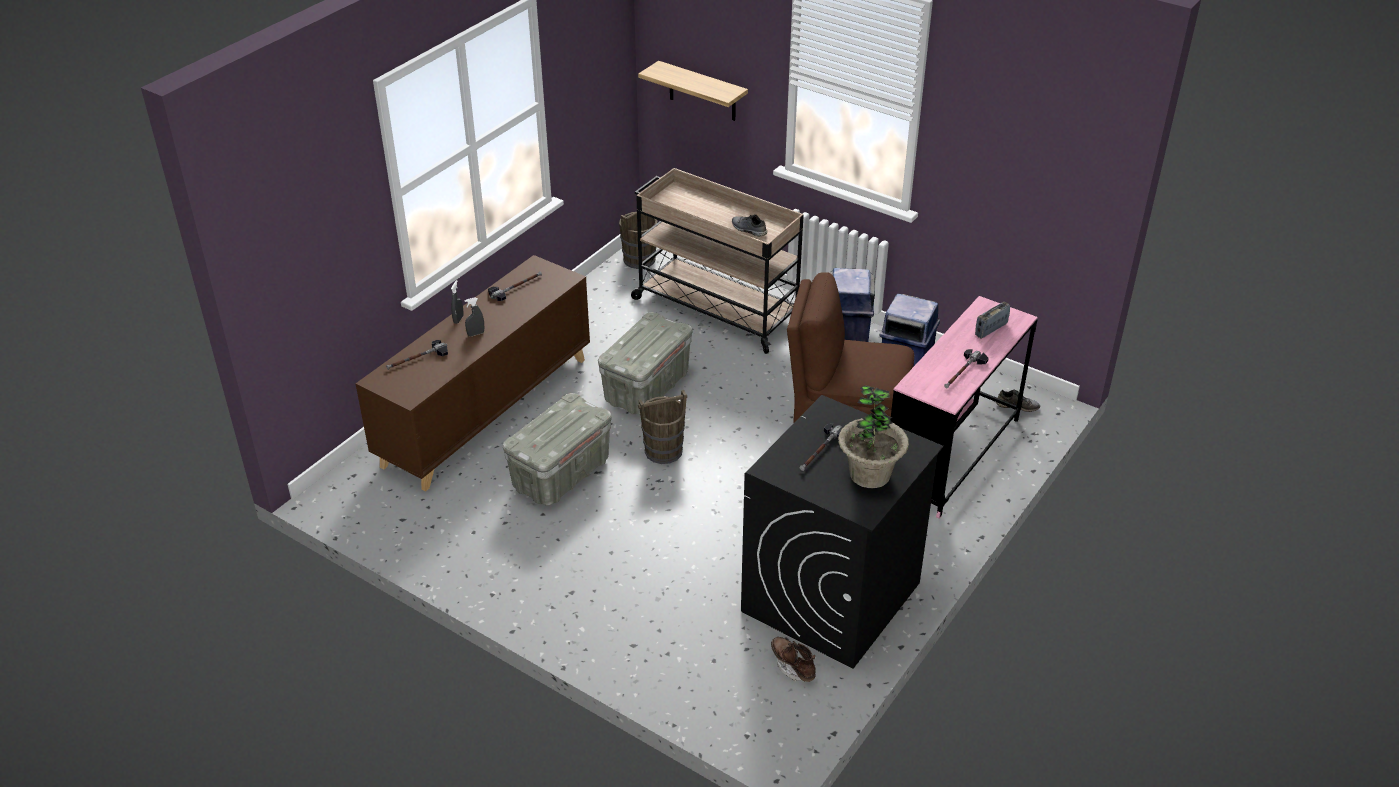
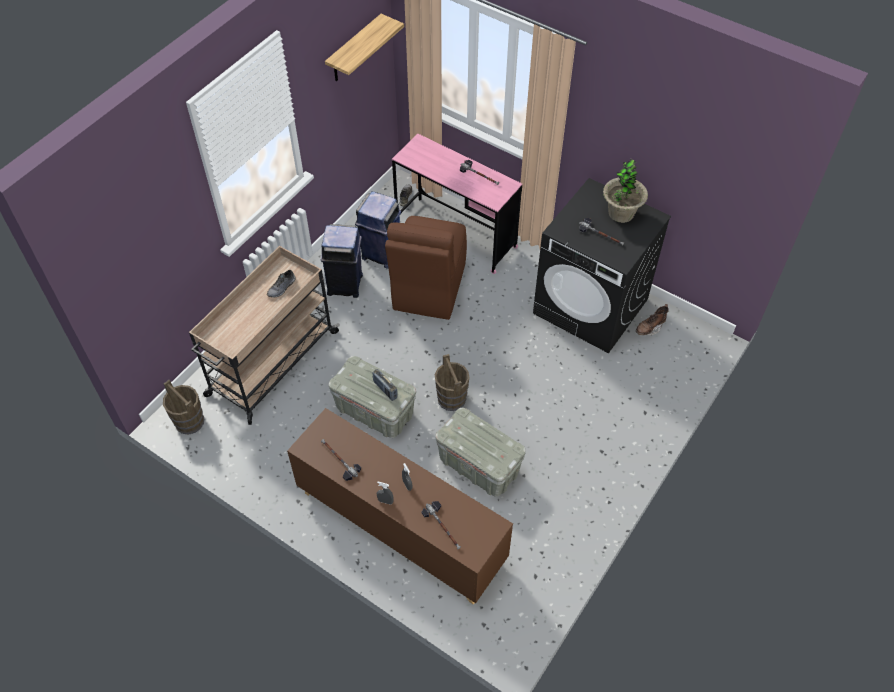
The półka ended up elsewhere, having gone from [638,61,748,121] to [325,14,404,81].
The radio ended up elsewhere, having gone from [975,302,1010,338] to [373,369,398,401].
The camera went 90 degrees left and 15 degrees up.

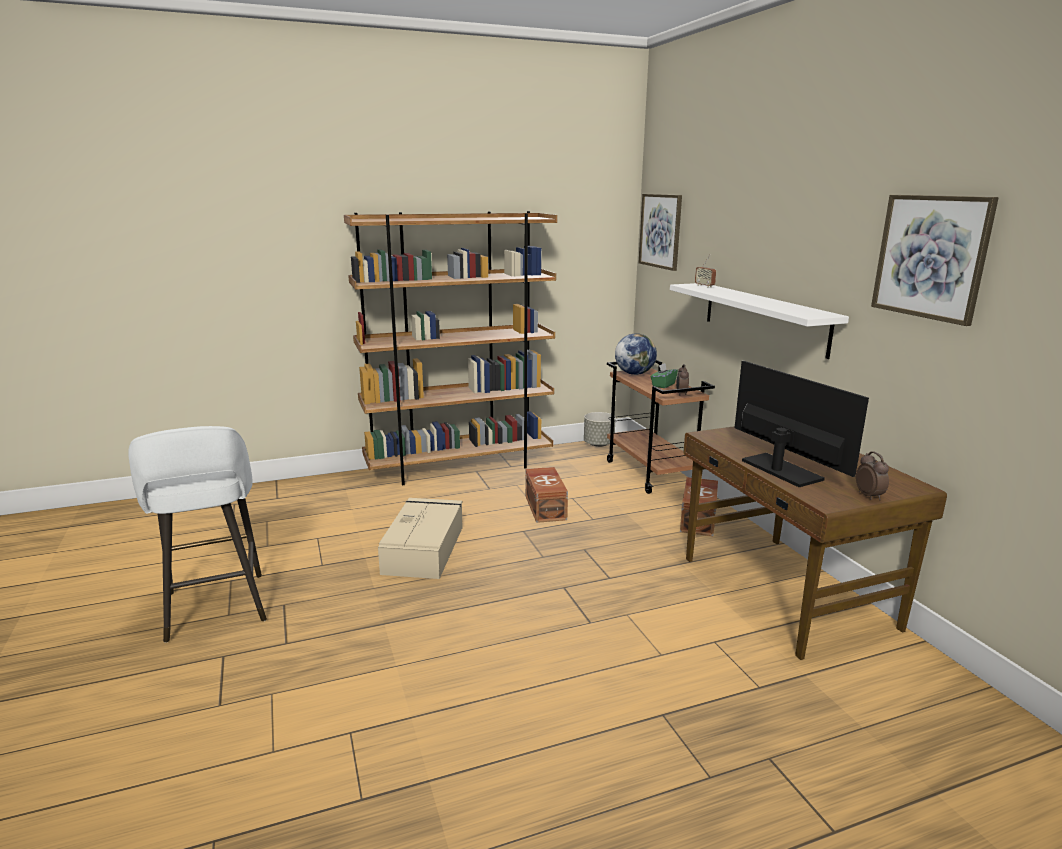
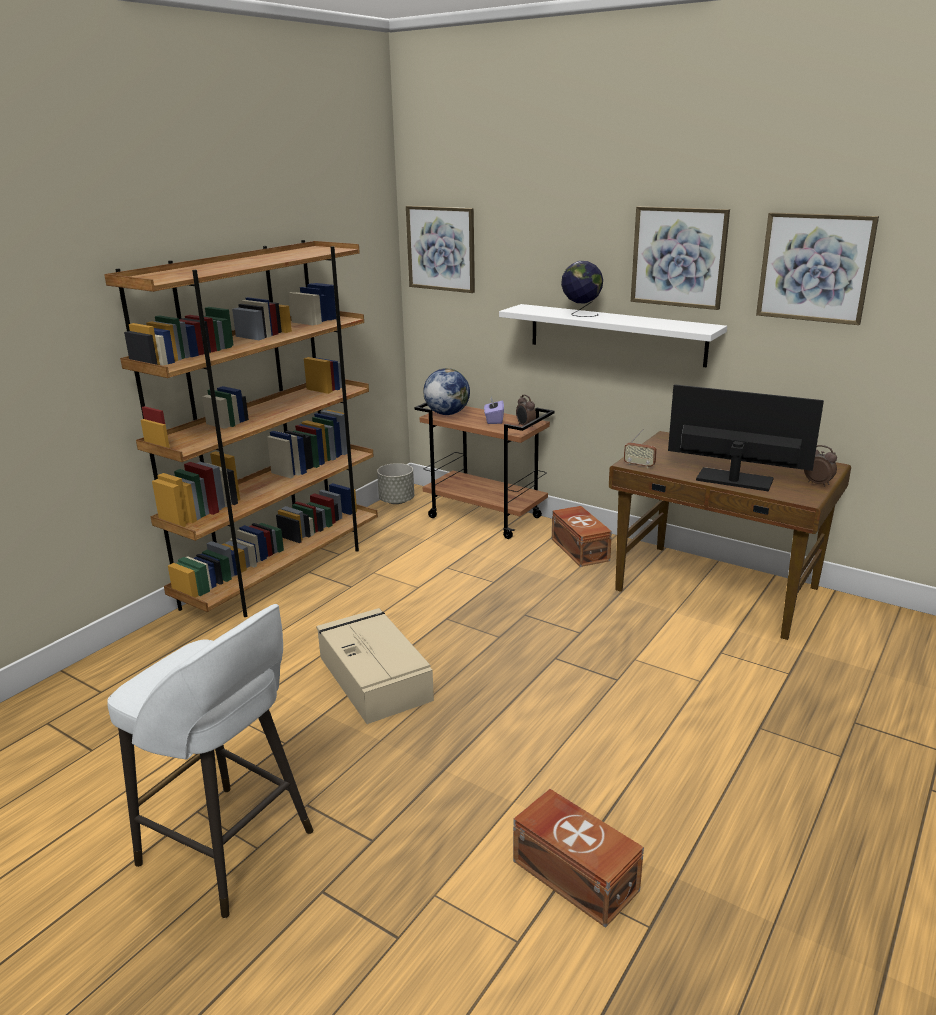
What was the pudełko chusteczek (zielony) at [650,363,678,388] turned into the pudełko chusteczek (fioletowy) at [484,396,504,424].
The pojemnik do przechowywania (brązowy) ended up elsewhere, having gone from [525,467,568,523] to [513,789,644,928].
The second view gained the globus at [561,261,603,317].
The radio ended up elsewhere, having gone from [695,254,716,288] to [624,428,657,468].
The second view gained the obraz at [631,206,730,310].
The camera went 35 degrees left and 5 degrees up.

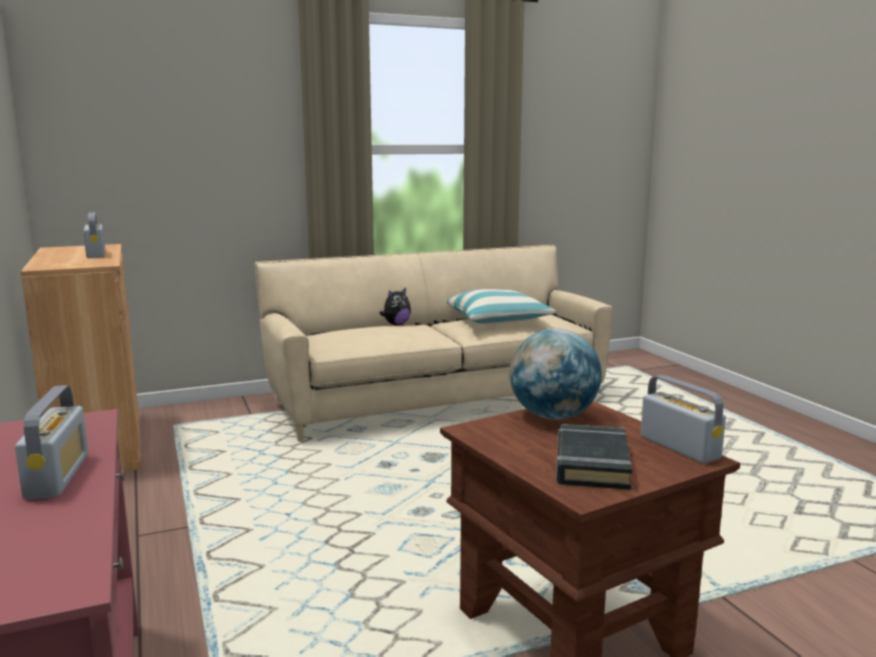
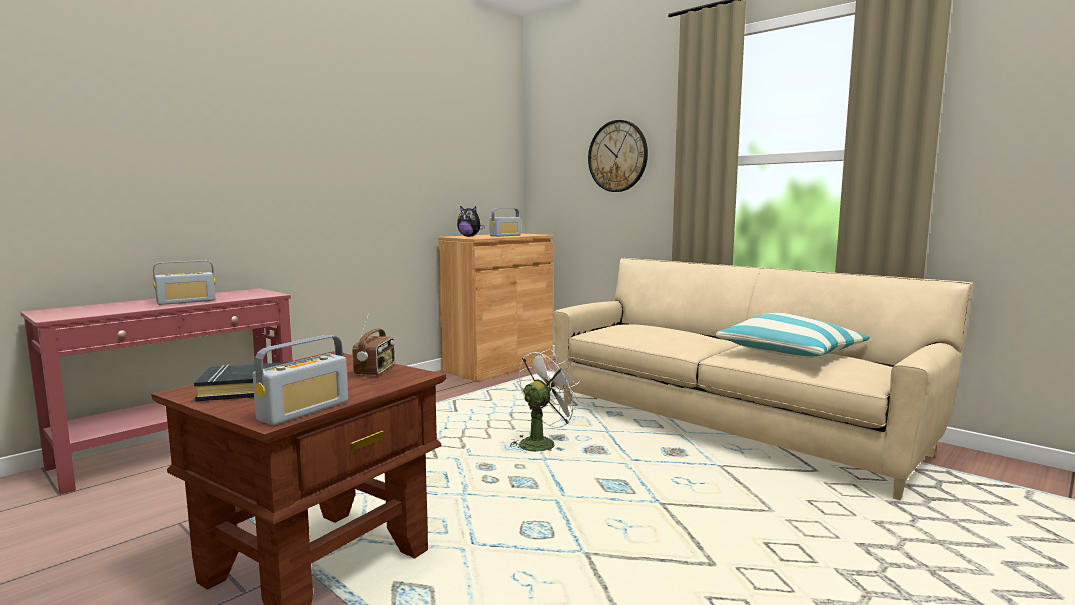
Where the globus stood at [510,329,602,420], the radio came to stand at [352,313,395,376].
The pluszak ended up elsewhere, having gone from [380,288,411,325] to [457,206,485,237].
The second view gained the wentylator (biały) at [510,349,583,452].
The second view gained the zegar ścienny at [588,120,648,192].
The camera went 65 degrees right and 5 degrees down.

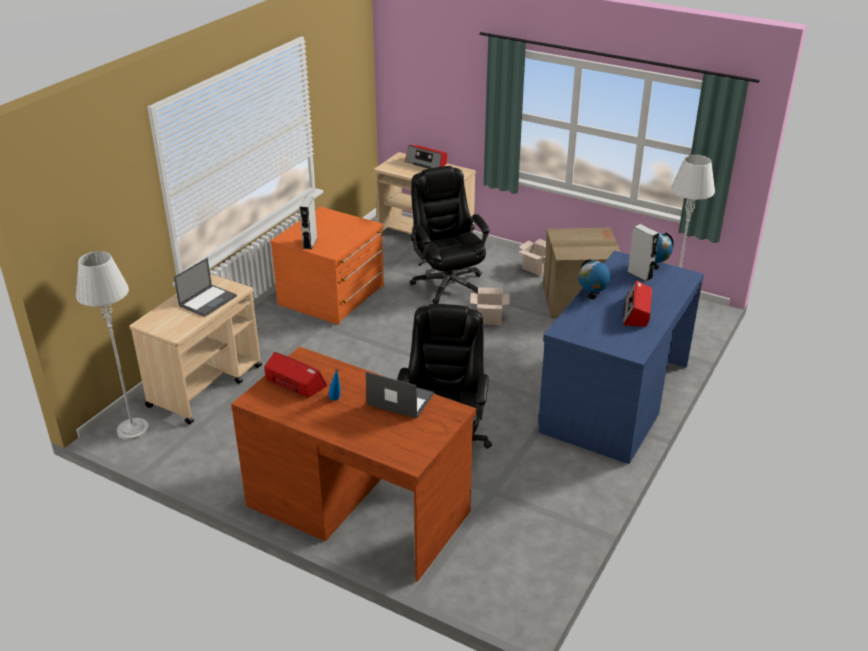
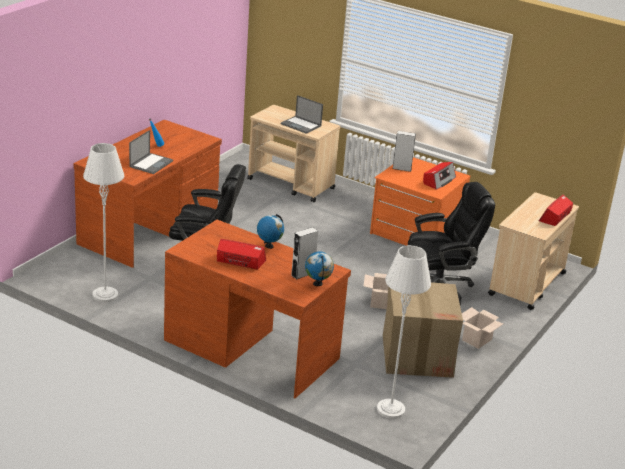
The lampa stojąca (szary) ended up elsewhere, having gone from [75,251,149,440] to [83,143,124,302].
What was the biurko (niebieski) at [538,251,704,464] turned into the biurko (brązowy) at [164,220,351,398].
The radio ended up elsewhere, having gone from [264,352,327,398] to [423,162,456,190].
The camera went 90 degrees right and 5 degrees down.

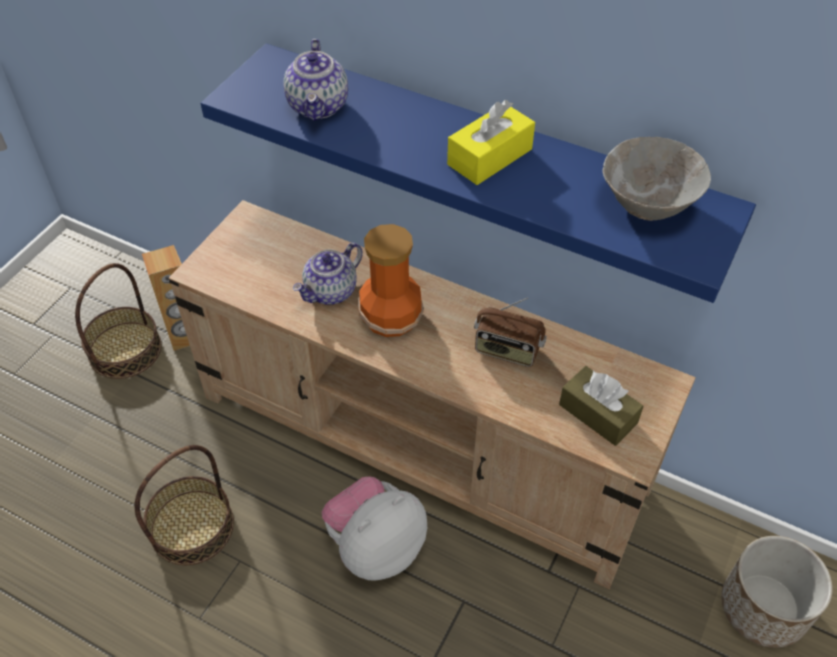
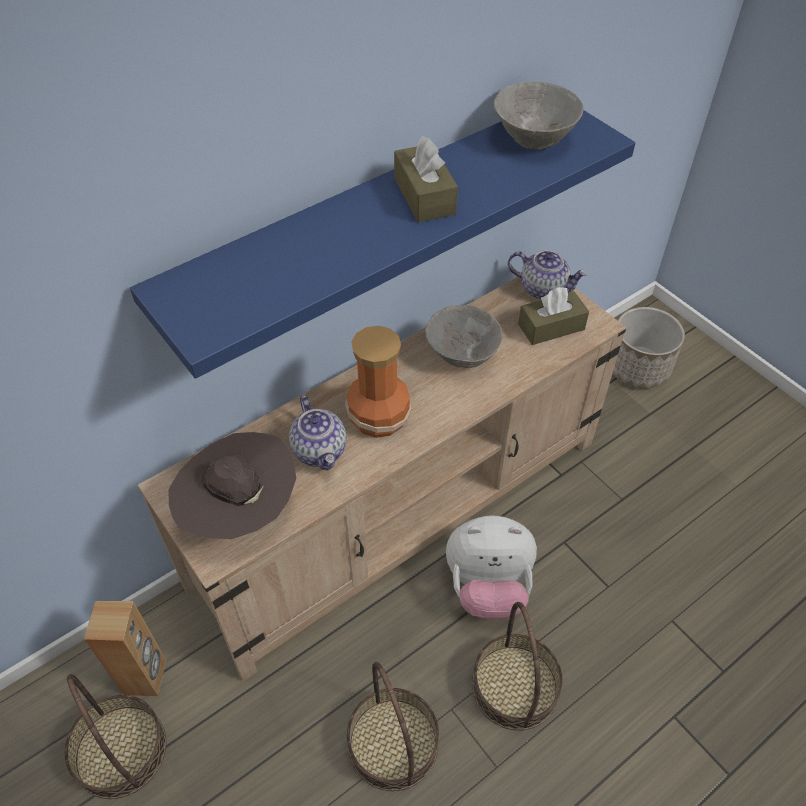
The second view gained the kapelusz (brązowy) at [169,432,297,539].
What was the pudełko chusteczek (żółty) at [447,100,535,185] turned into the pudełko chusteczek (brązowy) at [394,136,458,222].
Where the radio stood at [474,297,547,367], the miska (szary) came to stand at [425,305,503,368].
The pluszak at [322,477,427,580] ended up facing another way, 75 degrees counterclockwise from before.
The second view gained the koszyk at [472,602,563,731].
The imbryk ended up elsewhere, having gone from [284,39,348,121] to [508,250,588,300].
The camera went 65 degrees left and 0 degrees up.

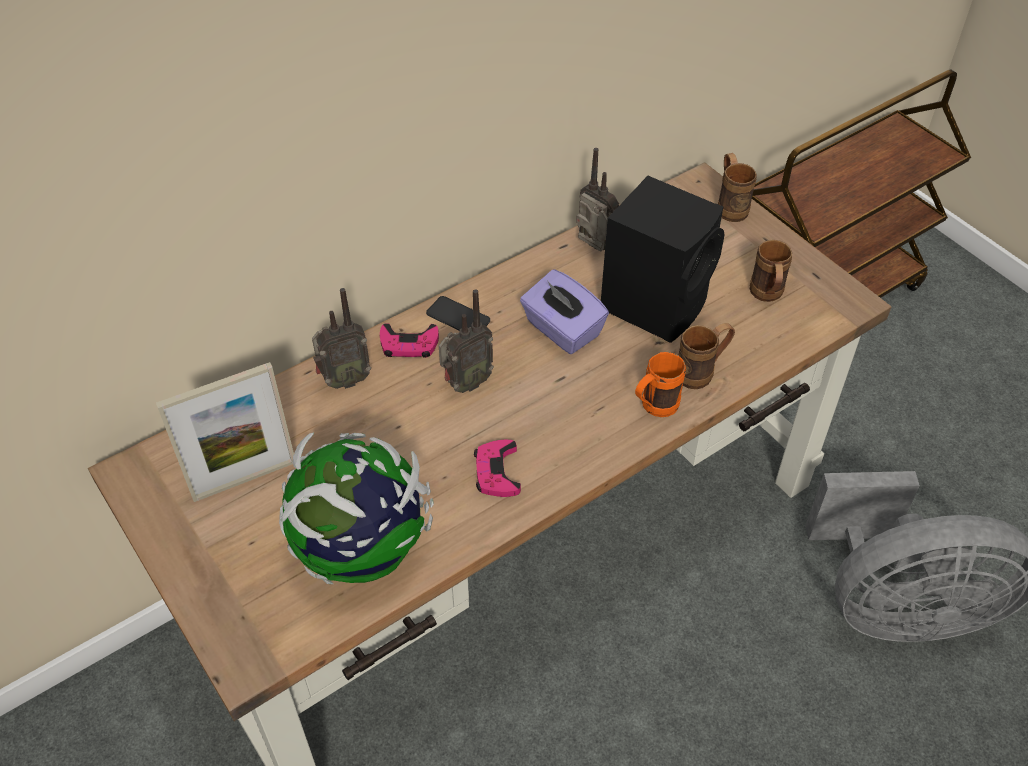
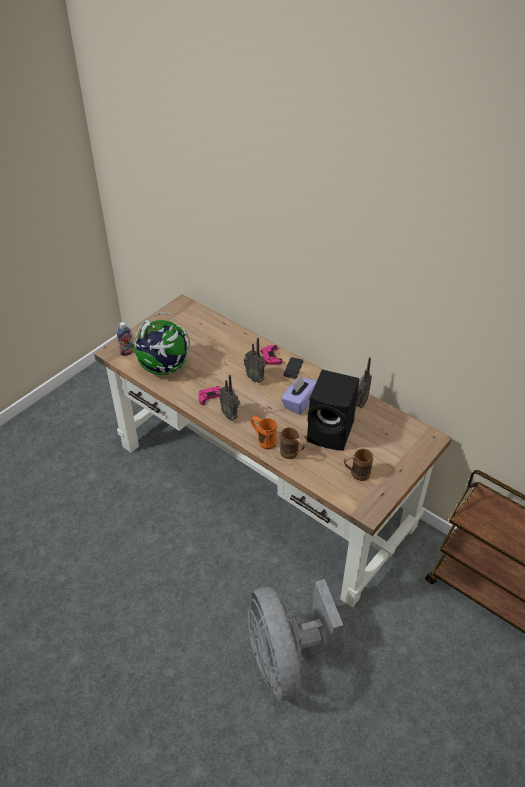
The second view gained the butelka at [117,322,134,356].
The radio ended up elsewhere, having gone from [312,288,371,389] to [219,375,240,421].
The second view lost the ramka na zdjęcie at [156,362,294,502].
The second view lost the kubek (brązowy) at [718,153,757,222].
The camera went 75 degrees right and 5 degrees down.

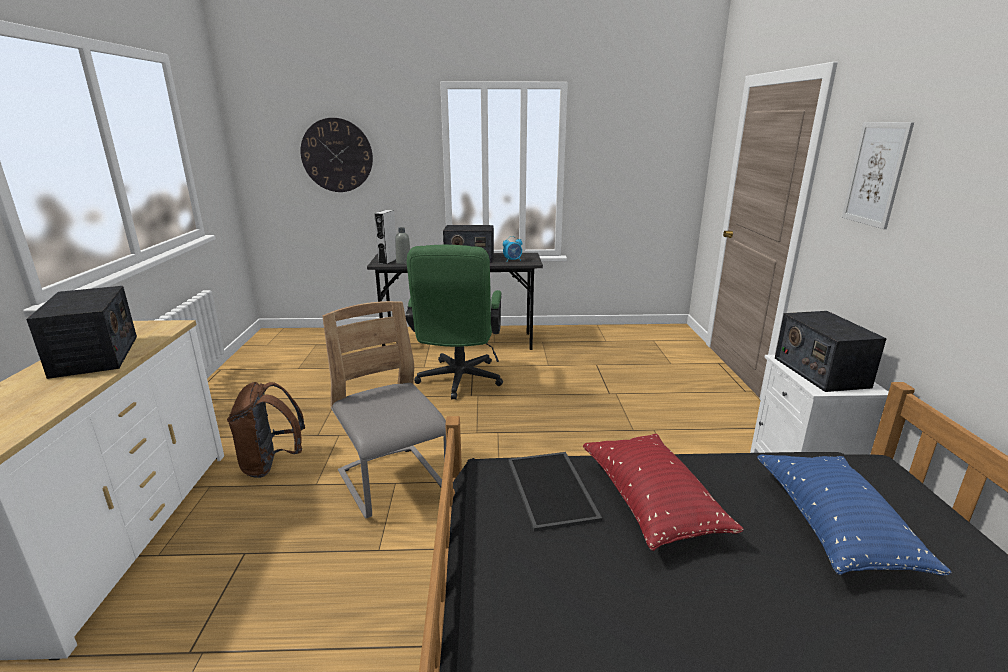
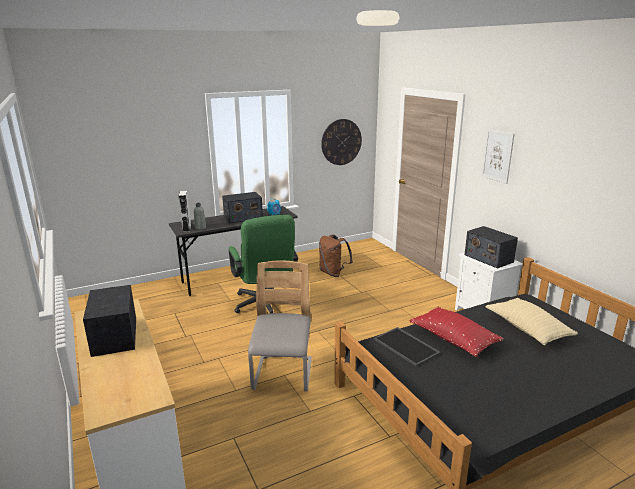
The radio at [26,286,137,379] ended up facing another way, 150 degrees counterclockwise from before.
The krzesło (szary) at [322,301,446,519] ended up facing another way, 60 degrees clockwise from before.
The plecak (brązowy) ended up elsewhere, having gone from [227,382,305,478] to [319,235,353,277].
The zegar ścienny ended up elsewhere, having gone from [300,118,373,192] to [321,119,362,165].
What was the poduszka (niebieski) at [757,455,952,576] turned into the poduszka (beżowy) at [486,298,578,345].
The camera went 25 degrees left and 0 degrees up.

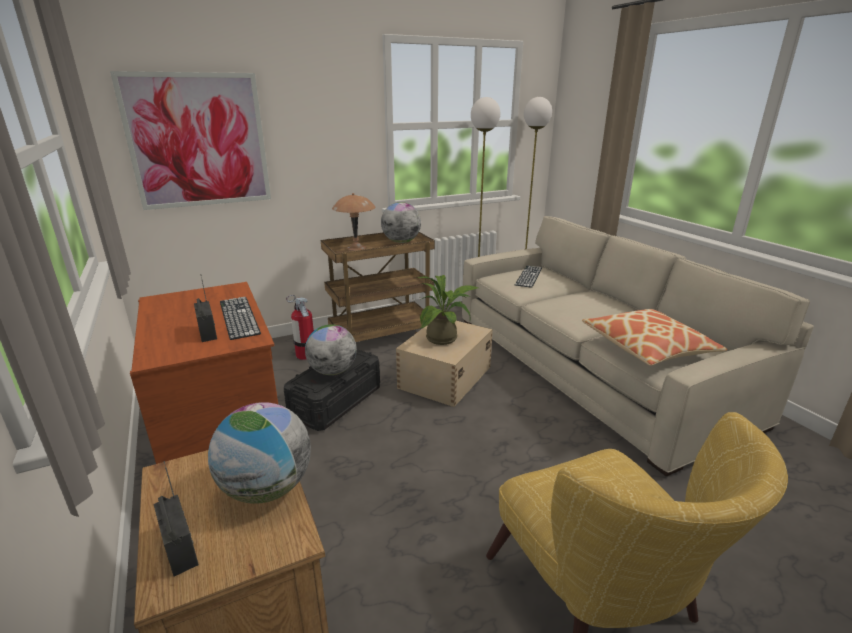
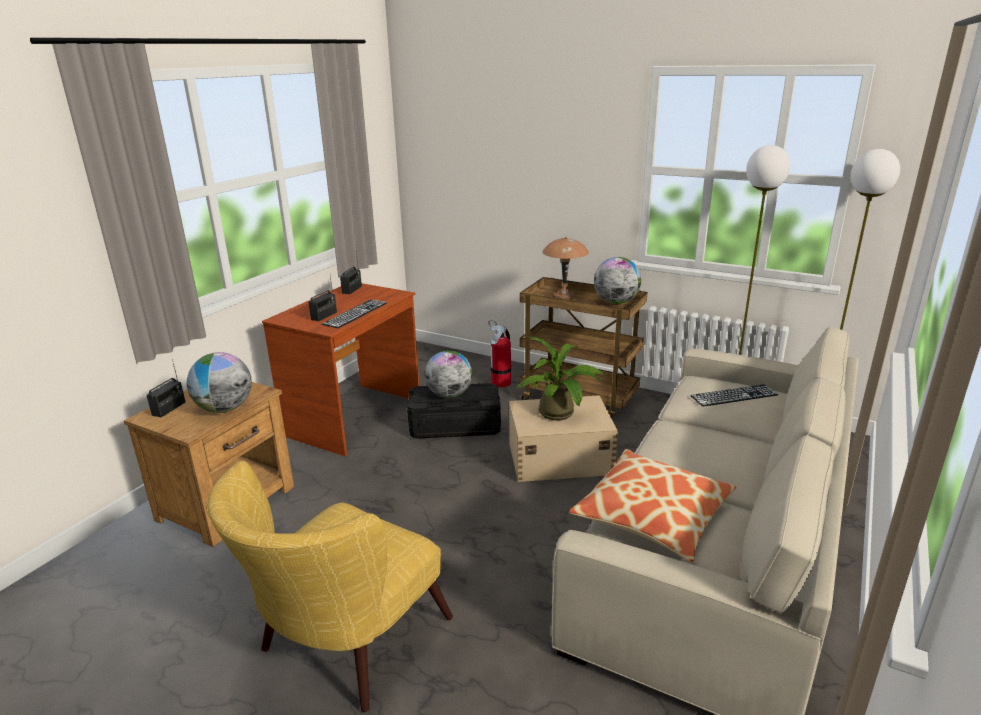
The second view gained the radio at [340,253,362,294].
The second view lost the obraz at [110,71,271,210].
The camera went 55 degrees right and 0 degrees up.

